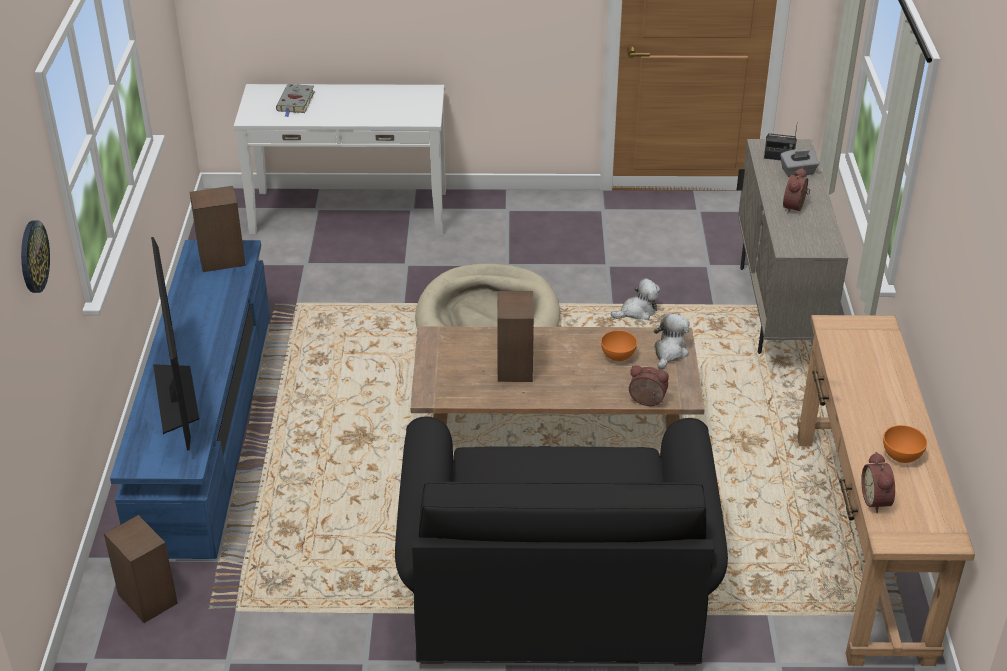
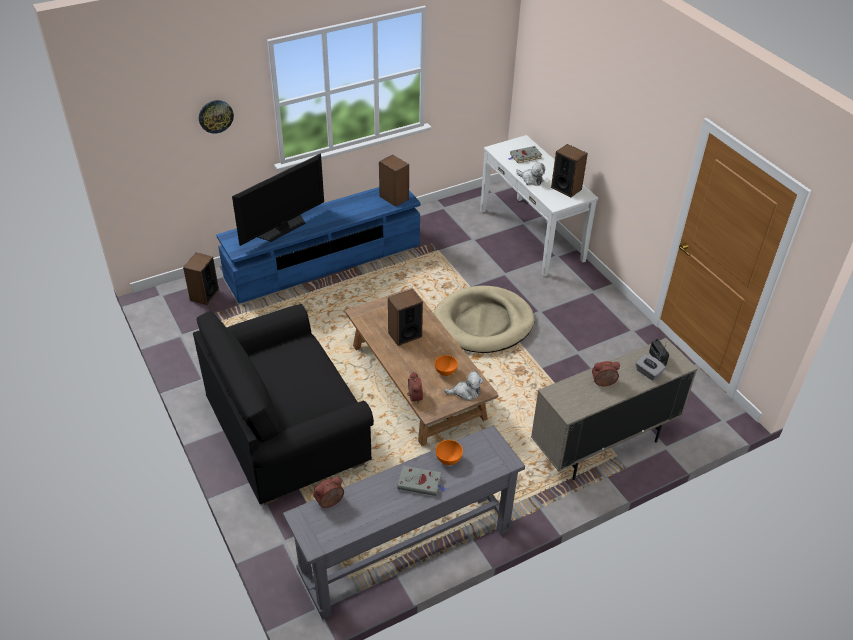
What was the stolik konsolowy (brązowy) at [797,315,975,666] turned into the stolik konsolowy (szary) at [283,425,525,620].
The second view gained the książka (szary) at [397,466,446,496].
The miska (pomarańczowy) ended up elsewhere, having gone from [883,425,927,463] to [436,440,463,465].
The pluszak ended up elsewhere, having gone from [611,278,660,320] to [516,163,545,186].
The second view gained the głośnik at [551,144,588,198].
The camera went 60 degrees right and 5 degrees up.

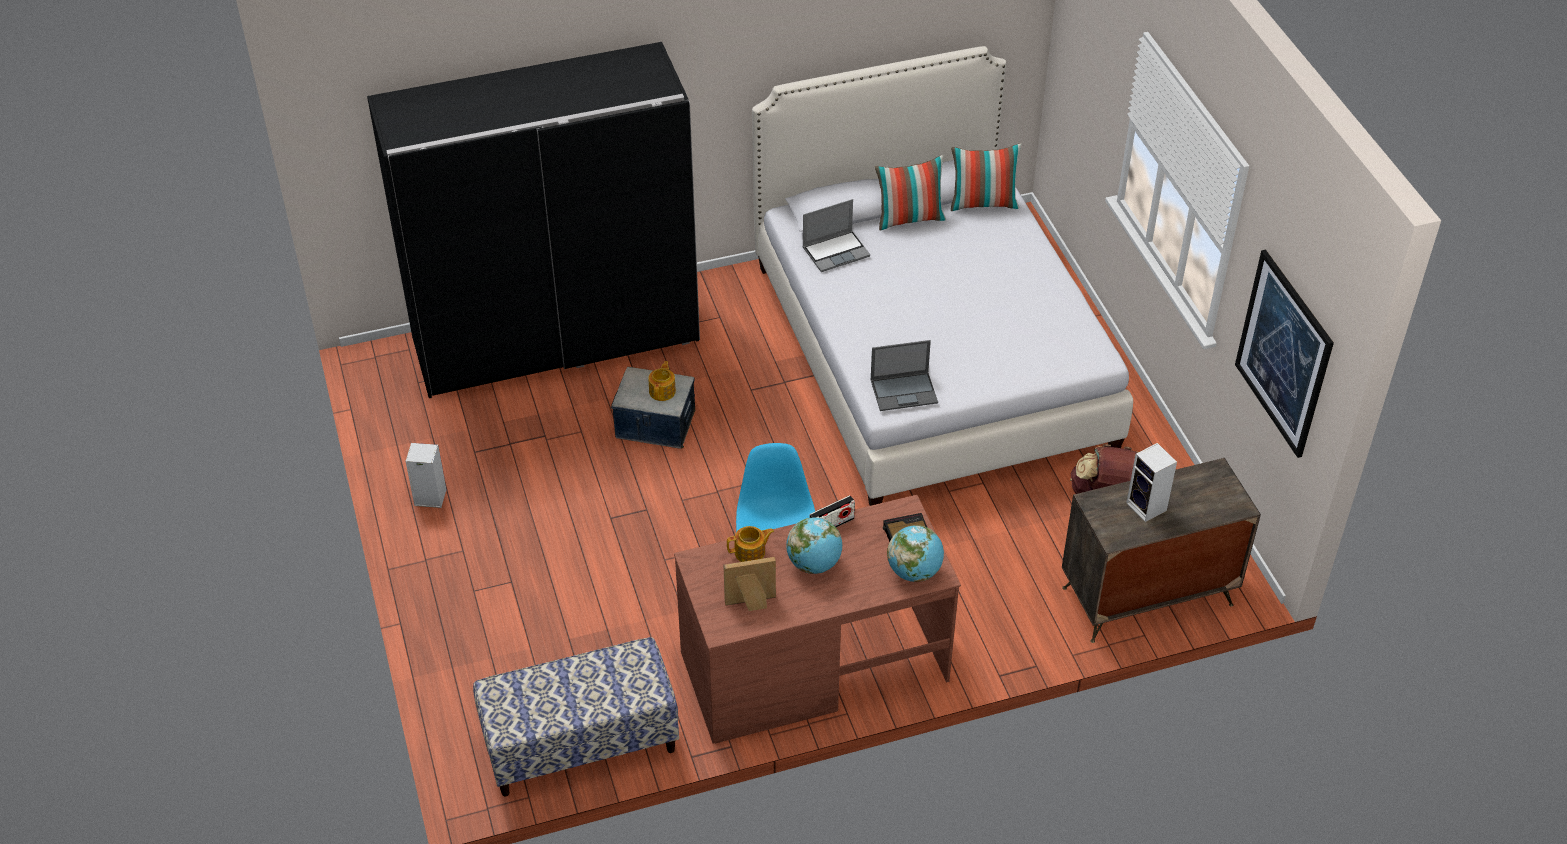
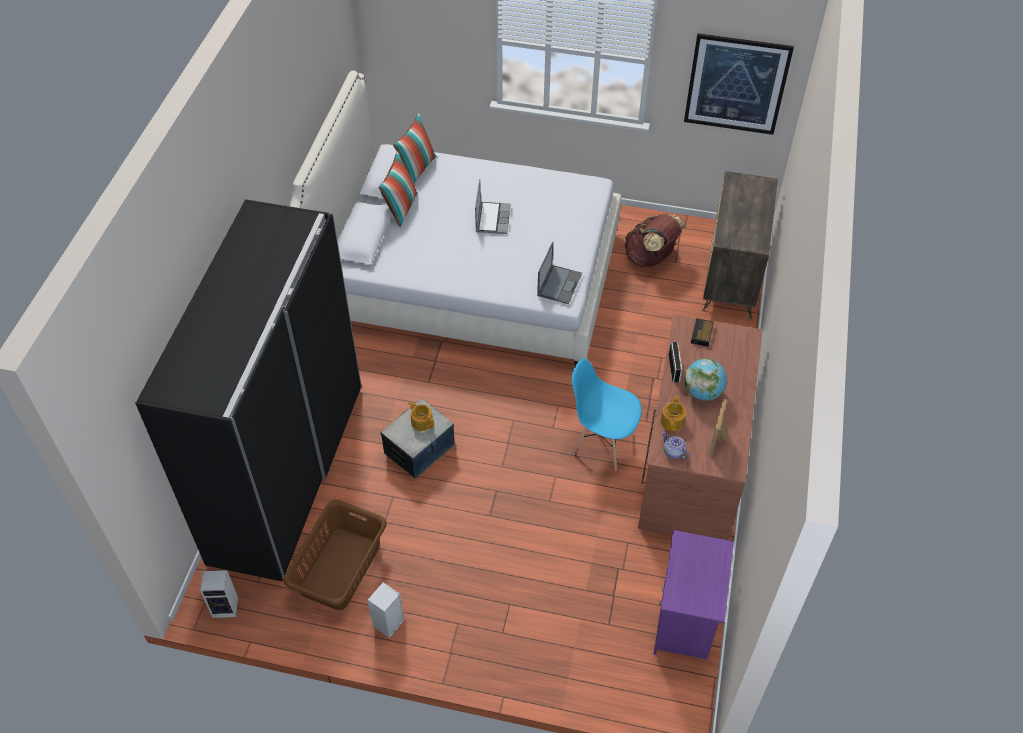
The głośnik ended up elsewhere, having gone from [1126,443,1177,522] to [200,570,238,618].
The second view gained the kosz na pranie (brązowy) at [284,500,387,610].
The laptop ended up elsewhere, having gone from [802,199,870,272] to [475,179,511,234].
Where the ławka stood at [473,637,679,797], the szafka nocna (fioletowy) came to stand at [653,530,734,660].
The second view gained the imbryk at [662,431,690,460].
The second view lost the globus at [887,525,944,582].
The camera went 60 degrees left and 5 degrees up.

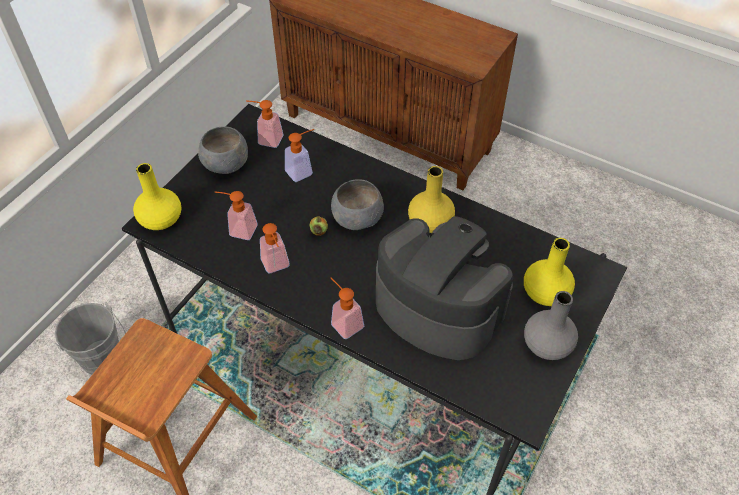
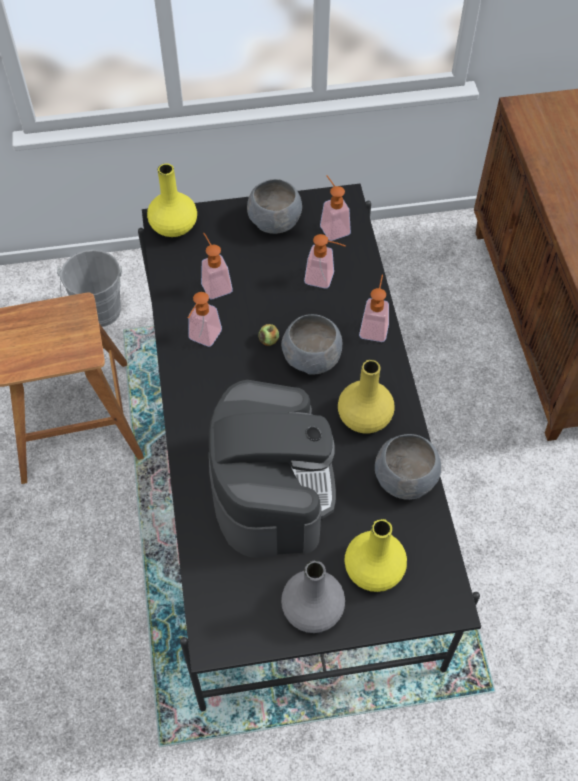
The dozownik mydła ended up elsewhere, having gone from [331,278,364,339] to [359,274,389,342].
The second view gained the miska (szary) at [375,434,441,500].
The camera went 50 degrees right and 5 degrees up.

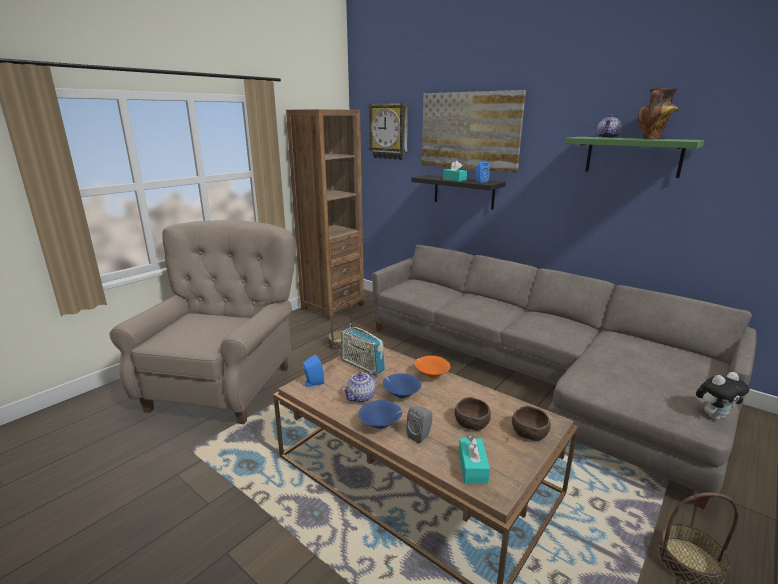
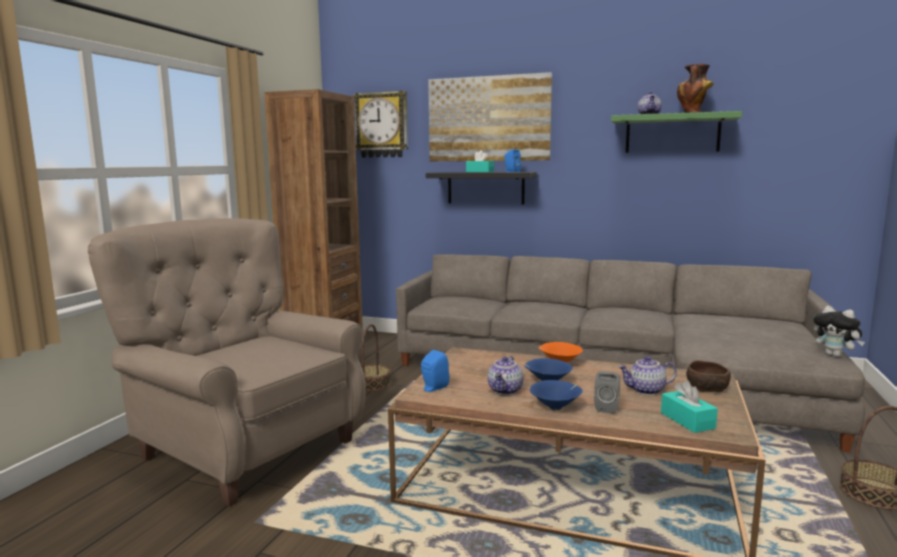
The fotel (beżowy) at [109,220,295,424] ended up facing another way, 45 degrees counterclockwise from before.
Where the miska (brązowy) stood at [455,397,491,431], the imbryk came to stand at [618,356,677,395].
The pluszak at [696,372,749,420] ended up facing another way, 90 degrees clockwise from before.
The second view lost the radio at [341,323,385,375].
The camera went 20 degrees left and 10 degrees down.

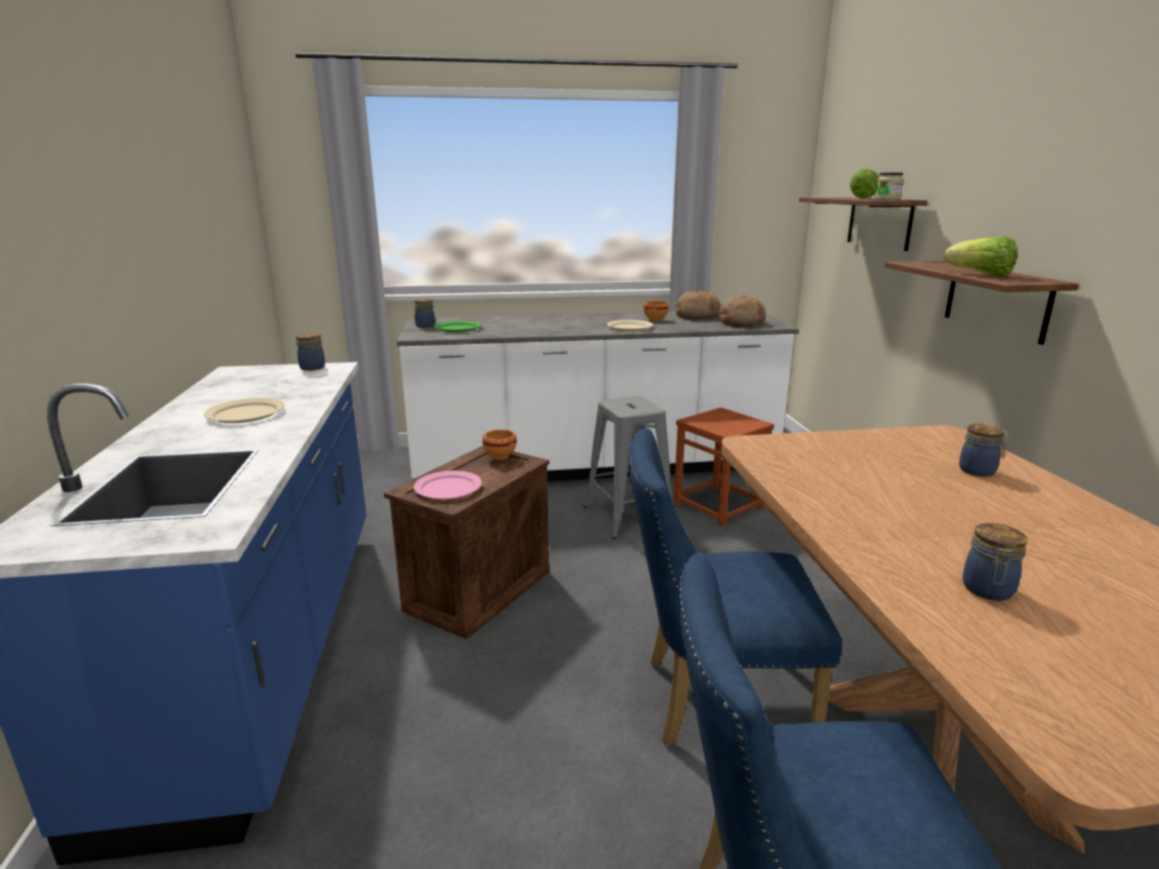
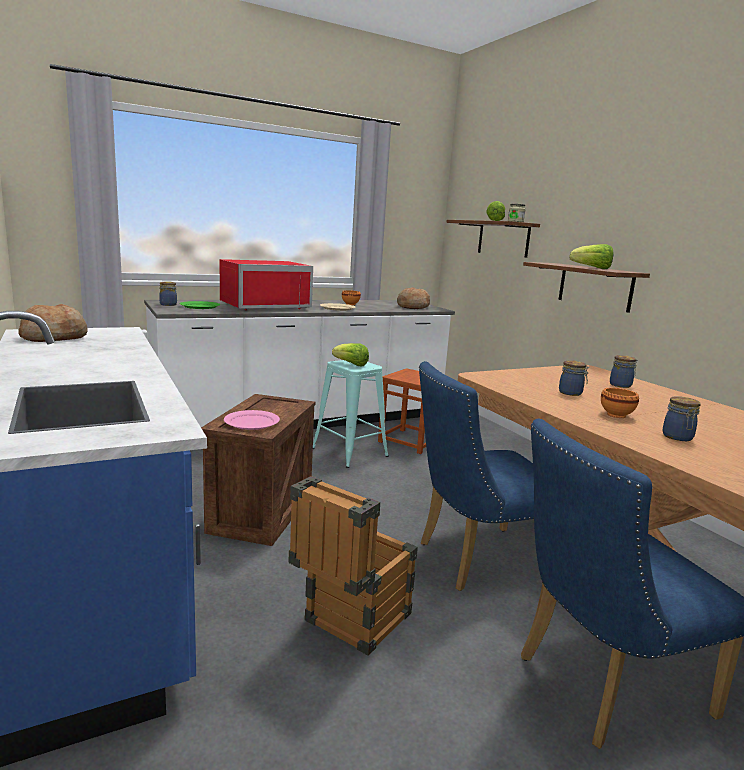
The chleb ended up elsewhere, having gone from [676,290,721,319] to [18,304,88,342].
The second view gained the mikrofalówka (czerwony) at [220,259,313,310].
The second view gained the skrzynka at [289,476,418,656].
What was the stołek (szary) at [583,396,672,539] turned into the stołek (turkusowy) at [313,360,389,468].
The second view gained the sałata at [332,343,369,366].
The słoik ended up elsewhere, having gone from [296,333,325,371] to [559,360,589,396].
The miska (pomarańczowy) ended up elsewhere, having gone from [482,429,517,460] to [601,388,639,418].
The second view lost the talerz (beżowy) at [204,398,285,423].
The camera went 20 degrees left and 5 degrees down.

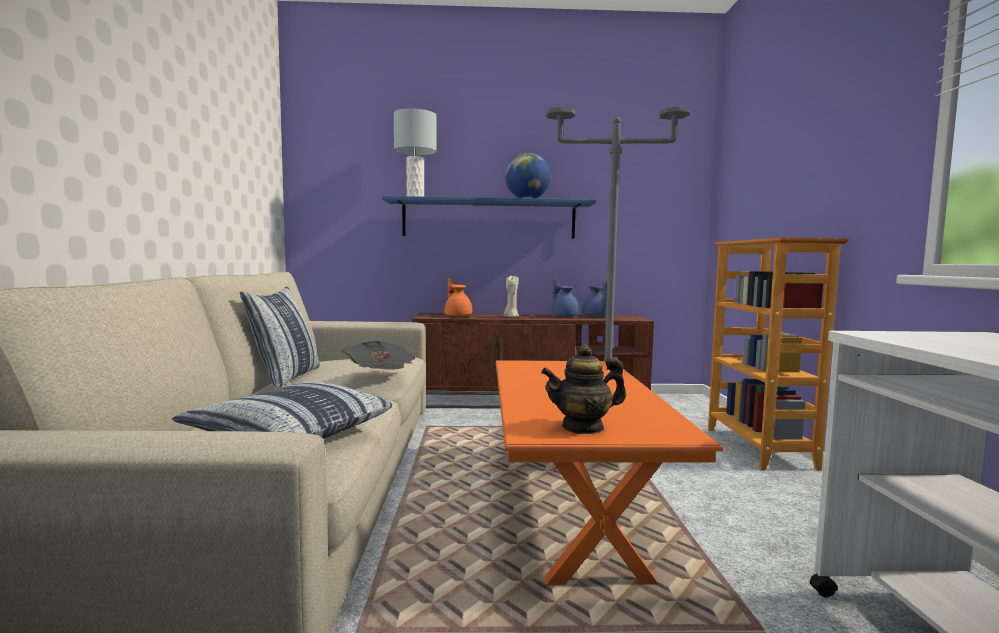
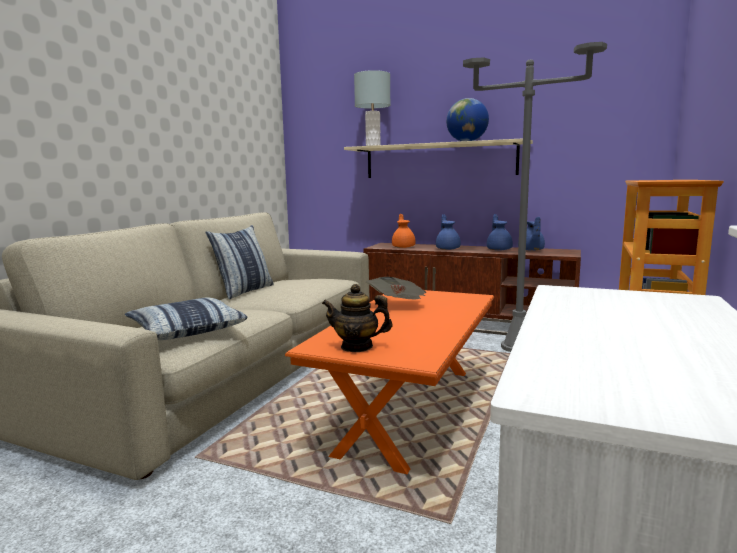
What was the półka (niebieski) at [382,196,597,238] turned into the półka (beżowy) at [344,138,533,178].
The gazeta ended up elsewhere, having gone from [341,341,415,370] to [366,277,426,299].
Where the świeca (beżowy) stood at [504,276,519,317], the imbryk (niebieski) came to stand at [436,214,461,250].
The camera went 25 degrees right and 5 degrees up.

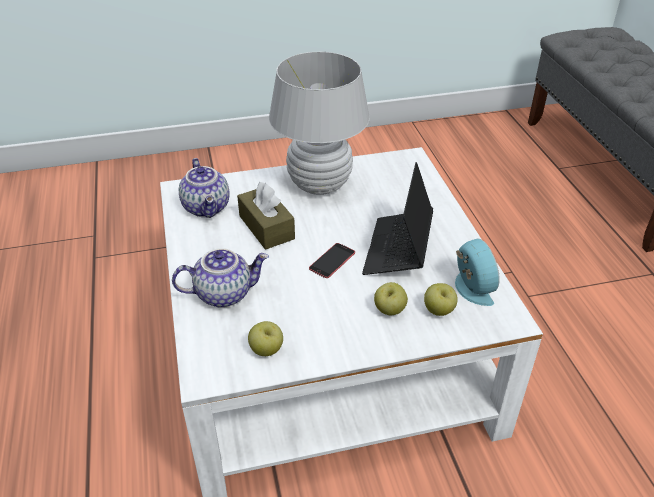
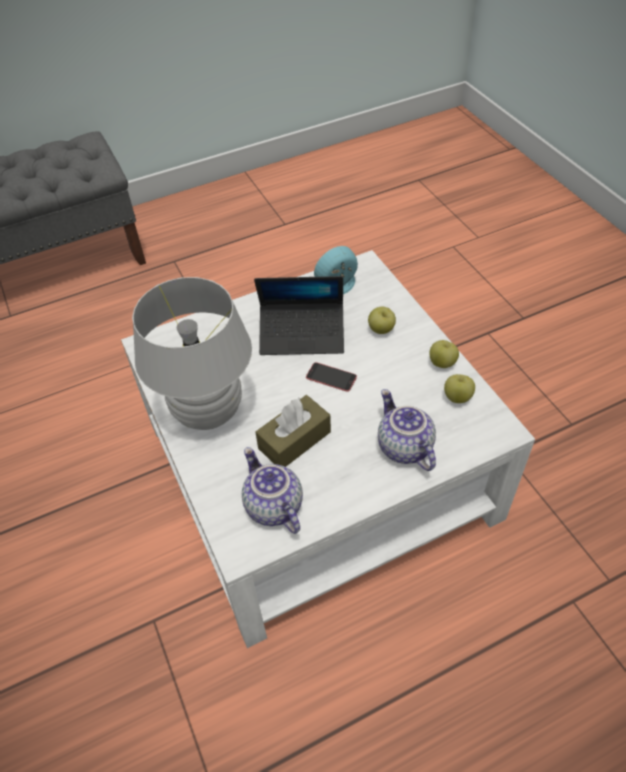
The imbryk at [179,158,230,218] ended up facing another way, 90 degrees counterclockwise from before.
The jabłko ended up elsewhere, having gone from [424,283,458,316] to [429,340,459,368].
The camera went 100 degrees left and 10 degrees up.

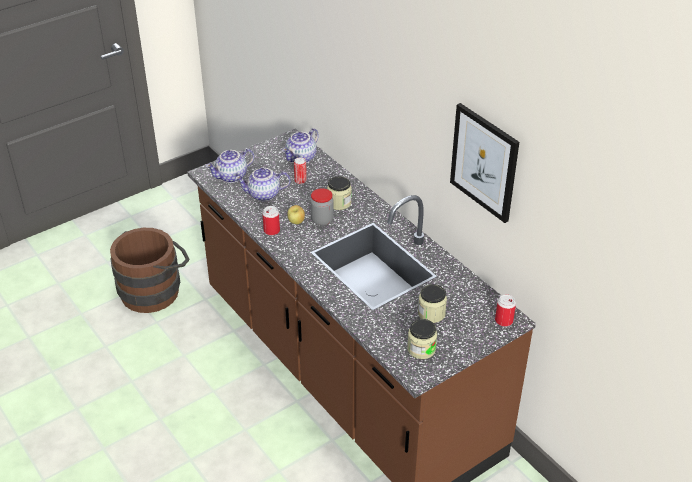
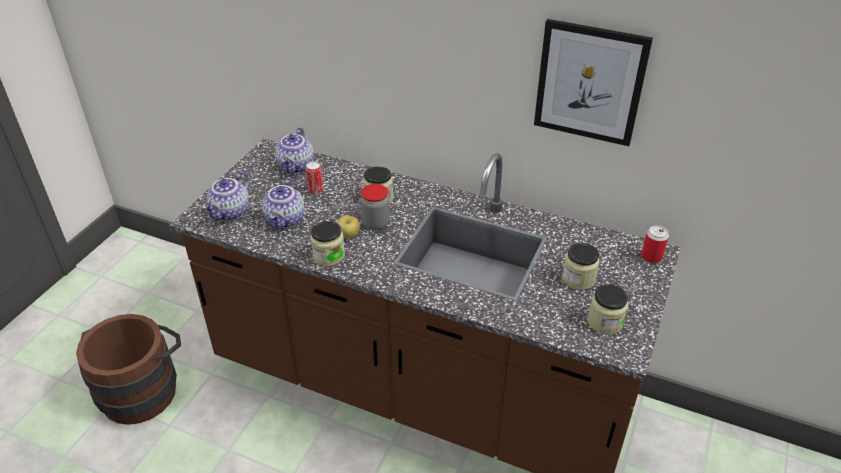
The imbryk at [235,168,291,201] ended up facing another way, 45 degrees counterclockwise from before.
Where the puszka stood at [262,206,280,236], the słoik came to stand at [310,221,345,266].
The camera went 30 degrees left and 0 degrees up.

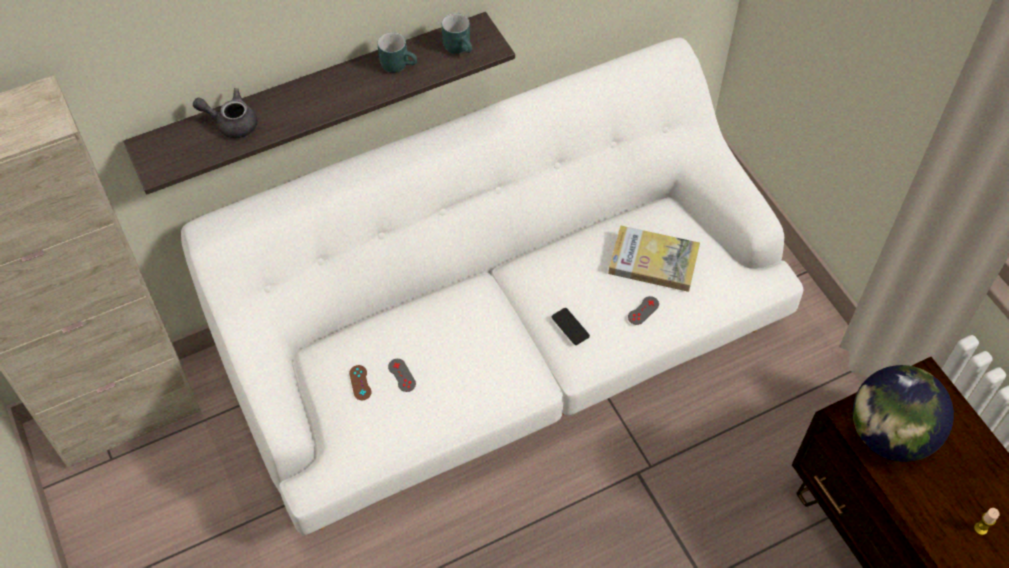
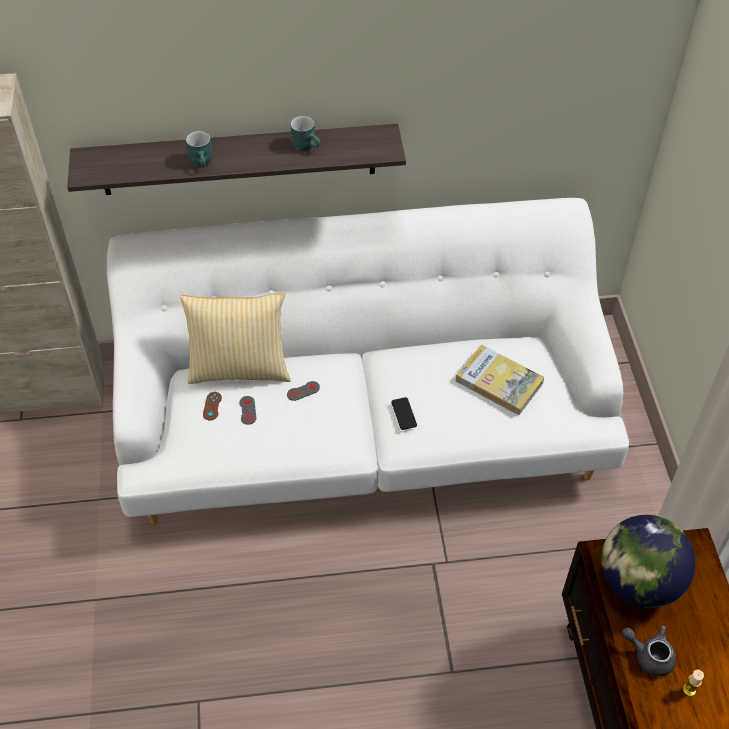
The second view gained the poduszka at [180,292,291,384].
The kubek (turkusowy) ended up elsewhere, having gone from [442,13,472,54] to [186,131,212,167].
The pad do gier (szary) ended up elsewhere, having gone from [628,296,659,325] to [287,381,320,401].
The imbryk (szary) ended up elsewhere, having gone from [193,88,257,138] to [622,625,676,676].
The camera went 20 degrees right and 5 degrees down.

